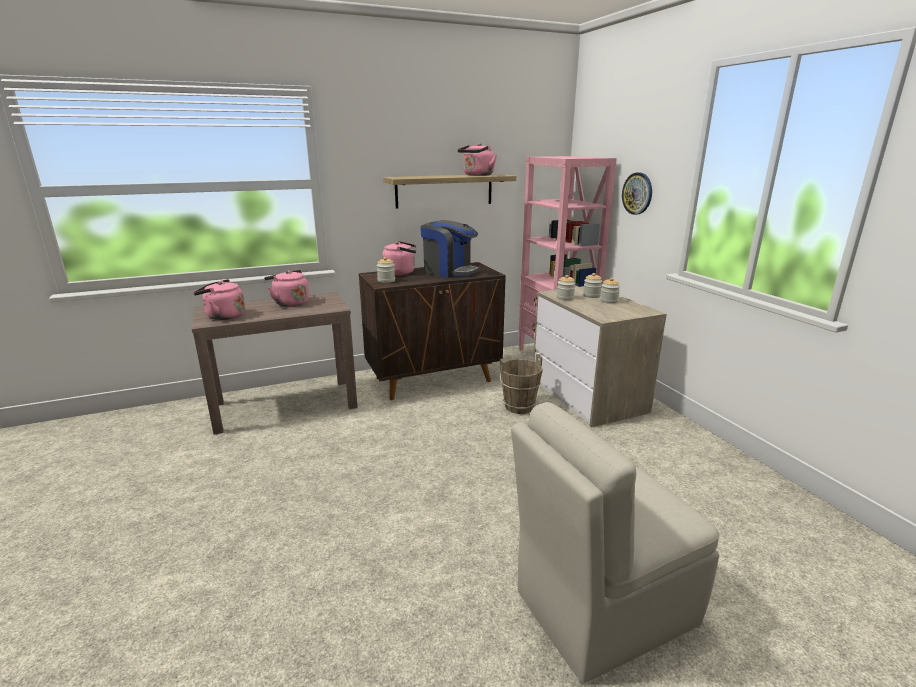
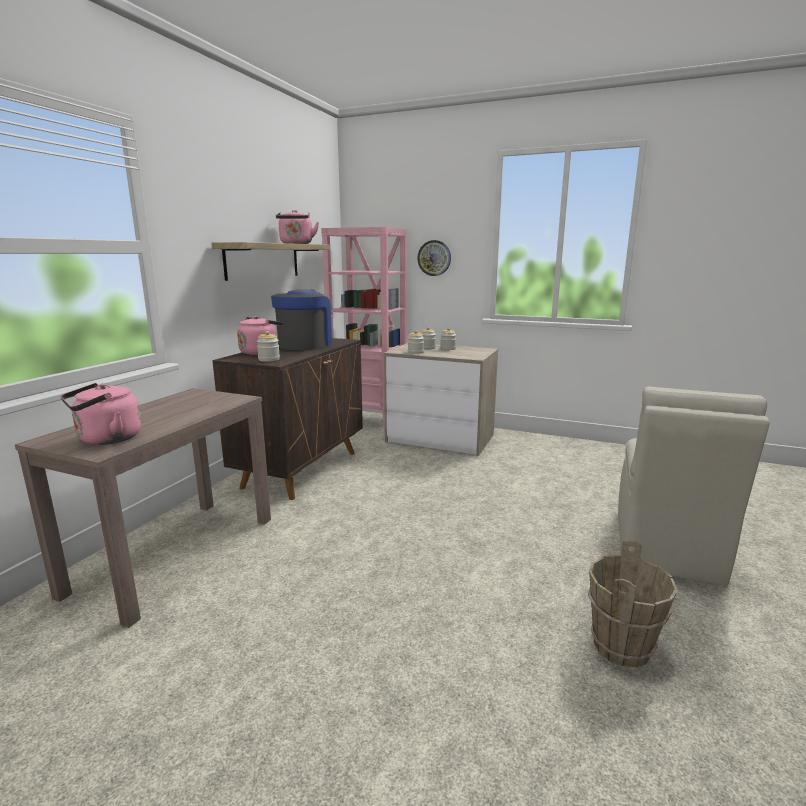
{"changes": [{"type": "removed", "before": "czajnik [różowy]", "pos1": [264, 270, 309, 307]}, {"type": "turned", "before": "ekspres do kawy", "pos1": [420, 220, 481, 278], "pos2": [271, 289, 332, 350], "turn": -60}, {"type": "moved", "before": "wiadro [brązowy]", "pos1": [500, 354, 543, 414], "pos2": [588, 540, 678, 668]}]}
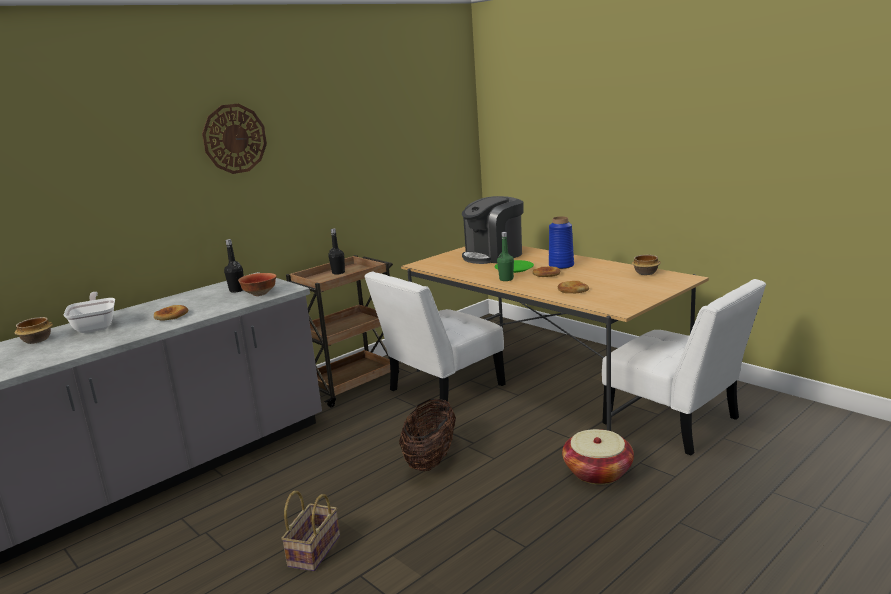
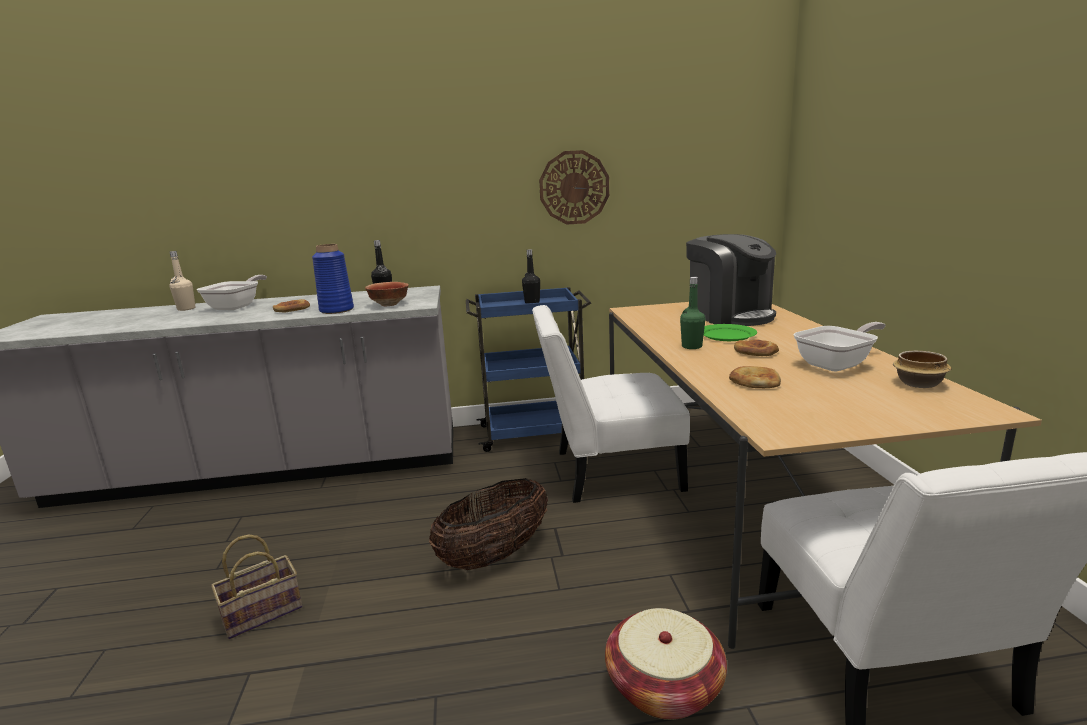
{"changes": [{"type": "replaced", "before": "miska", "after": "butelka [beżowy]", "pos1": [15, 317, 53, 344], "pos2": [169, 251, 196, 311]}, {"type": "moved", "before": "zegar ścienny", "pos1": [202, 104, 267, 174], "pos2": [539, 150, 609, 225]}, {"type": "recoloured", "before": "wózek [brązowy]", "after": "wózek [niebieski]", "pos1": [286, 255, 399, 407], "pos2": [466, 287, 591, 452]}, {"type": "turned", "before": "ekspres do kawy", "pos1": [462, 196, 523, 264], "pos2": [686, 234, 776, 326], "turn": -120}, {"type": "moved", "before": "wazon [niebieski]", "pos1": [549, 216, 574, 269], "pos2": [312, 244, 354, 314]}, {"type": "added", "after": "patelnia", "pos2": [794, 322, 886, 371]}]}
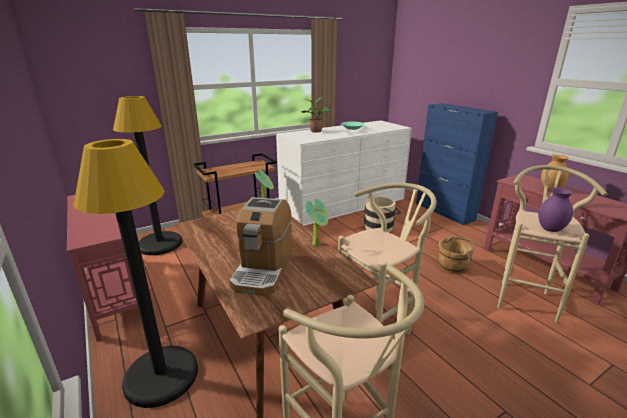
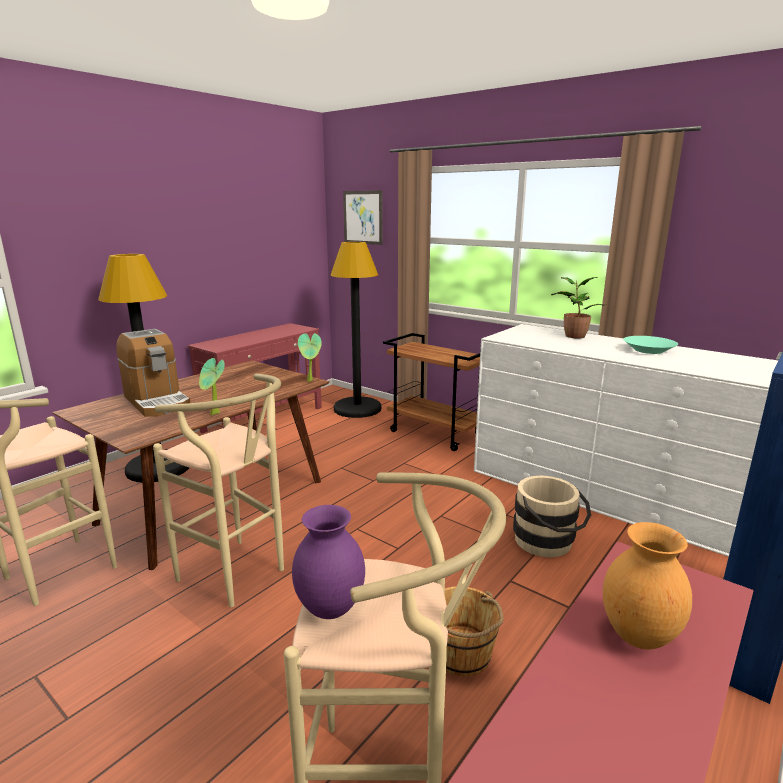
{"changes": [{"type": "turned", "before": "ekspres do kawy", "pos1": [229, 197, 292, 296], "pos2": [116, 329, 191, 417], "turn": -120}, {"type": "added", "after": "obraz", "pos2": [343, 190, 383, 245]}]}
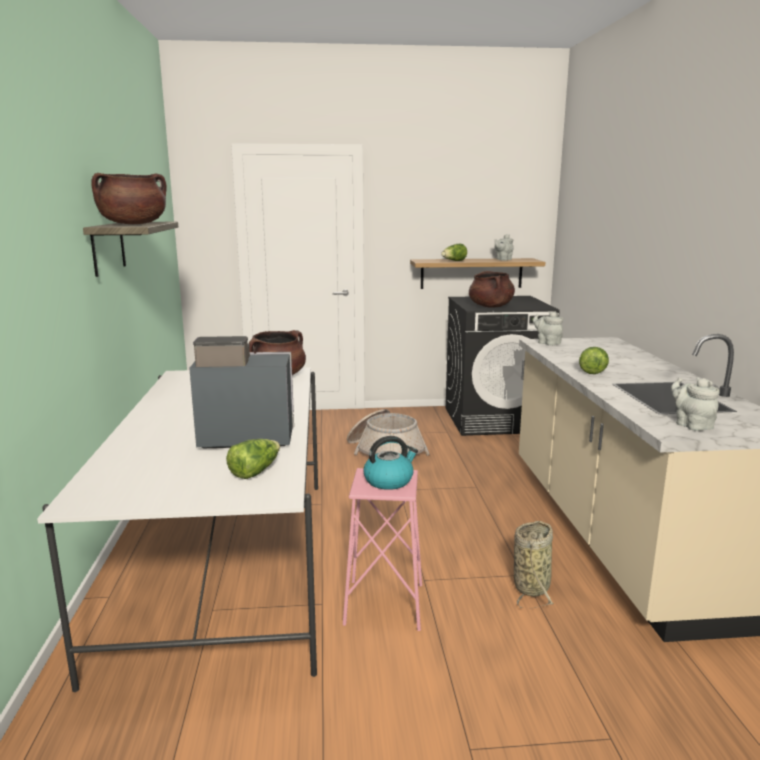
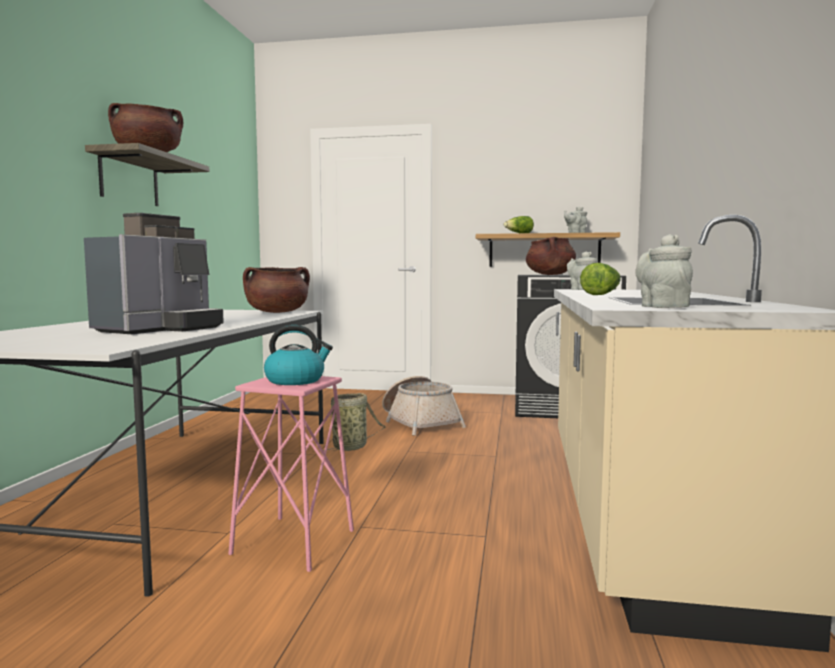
{"changes": [{"type": "turned", "before": "ekspres do kawy", "pos1": [189, 336, 294, 448], "pos2": [84, 213, 224, 334], "turn": 105}, {"type": "removed", "before": "sałata", "pos1": [226, 439, 280, 479]}, {"type": "moved", "before": "koszyk", "pos1": [514, 521, 554, 608], "pos2": [323, 393, 385, 451]}]}
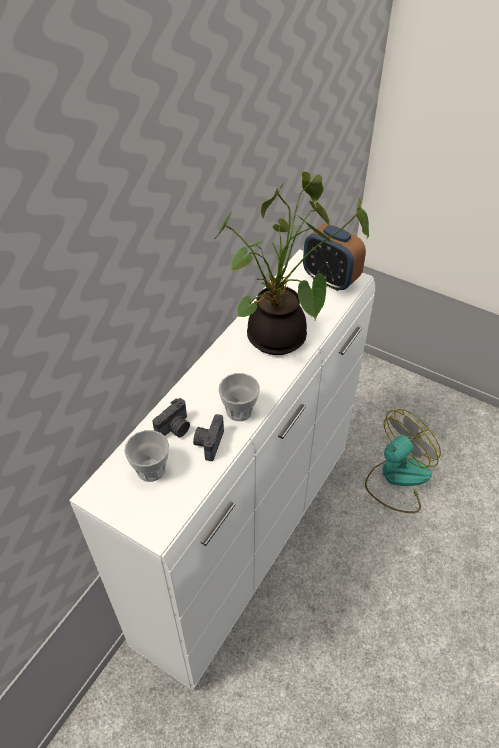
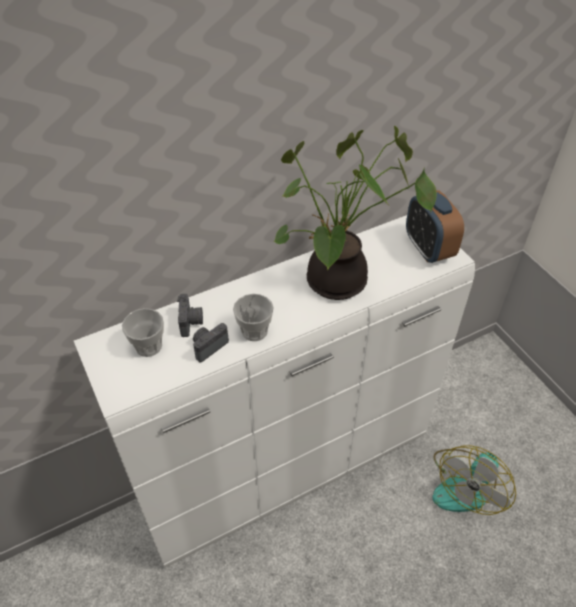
{"changes": [{"type": "turned", "before": "aparat fotograficzny", "pos1": [152, 398, 190, 438], "pos2": [177, 294, 203, 337], "turn": -75}, {"type": "turned", "before": "wentylator", "pos1": [365, 409, 441, 513], "pos2": [432, 445, 516, 515], "turn": 135}]}
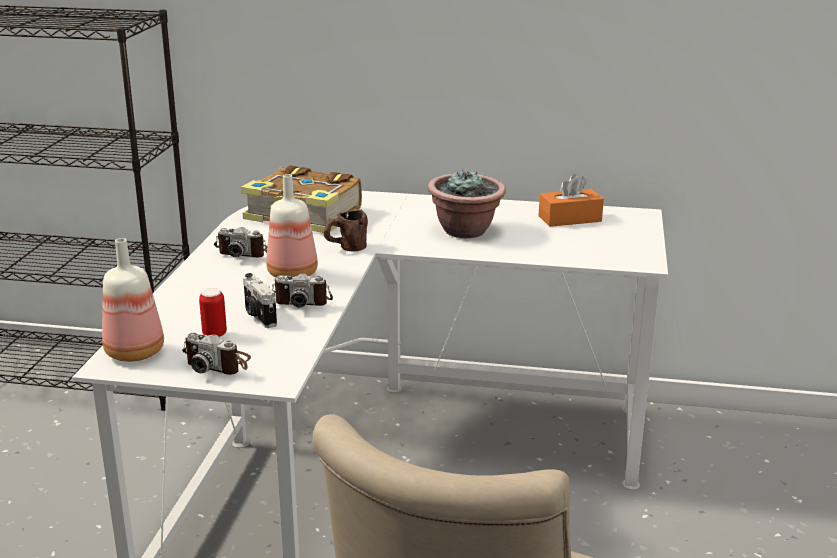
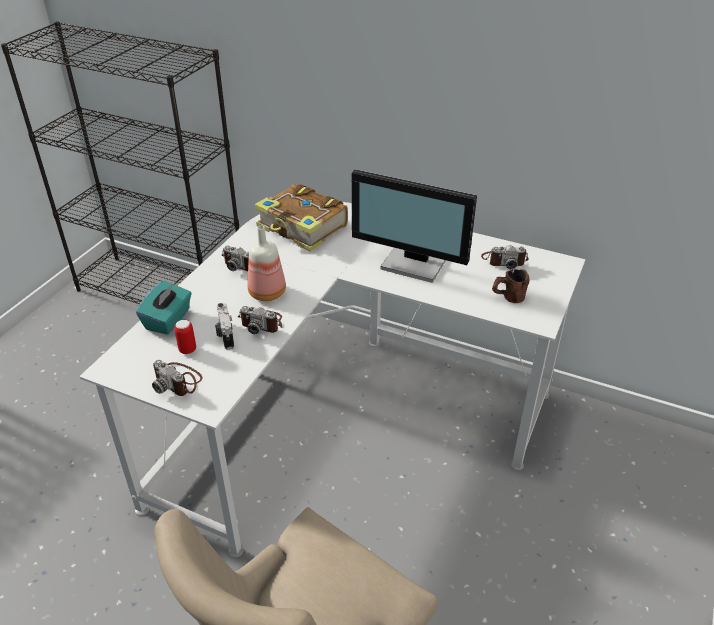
{"changes": [{"type": "removed", "before": "butelka", "pos1": [102, 238, 164, 362]}, {"type": "moved", "before": "kubek [brązowy]", "pos1": [324, 209, 368, 252], "pos2": [492, 269, 530, 303]}, {"type": "replaced", "before": "roślina doniczkowa", "after": "monitor", "pos1": [428, 169, 506, 238], "pos2": [352, 169, 477, 283]}, {"type": "replaced", "before": "pudełko chusteczek [pomarańczowy]", "after": "aparat fotograficzny", "pos1": [539, 174, 604, 227], "pos2": [481, 245, 529, 269]}, {"type": "added", "after": "pudełko chusteczek [turkusowy]", "pos2": [136, 281, 192, 335]}]}
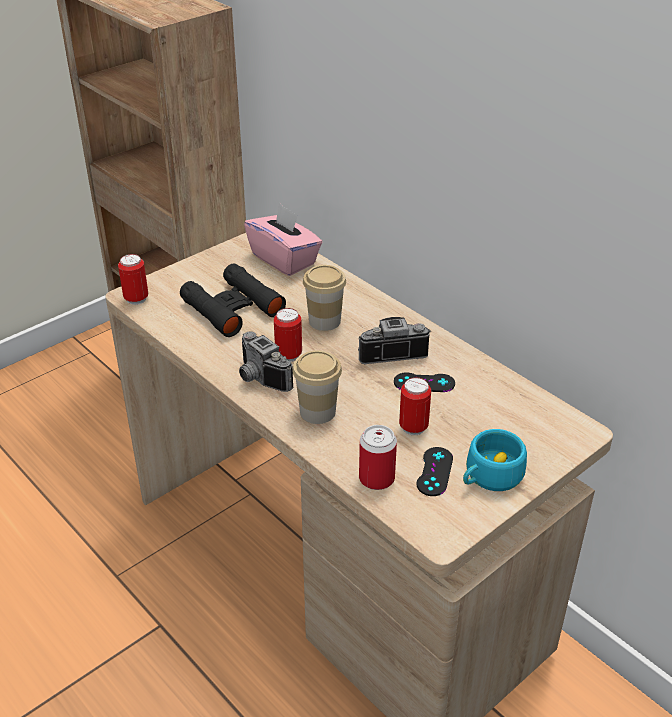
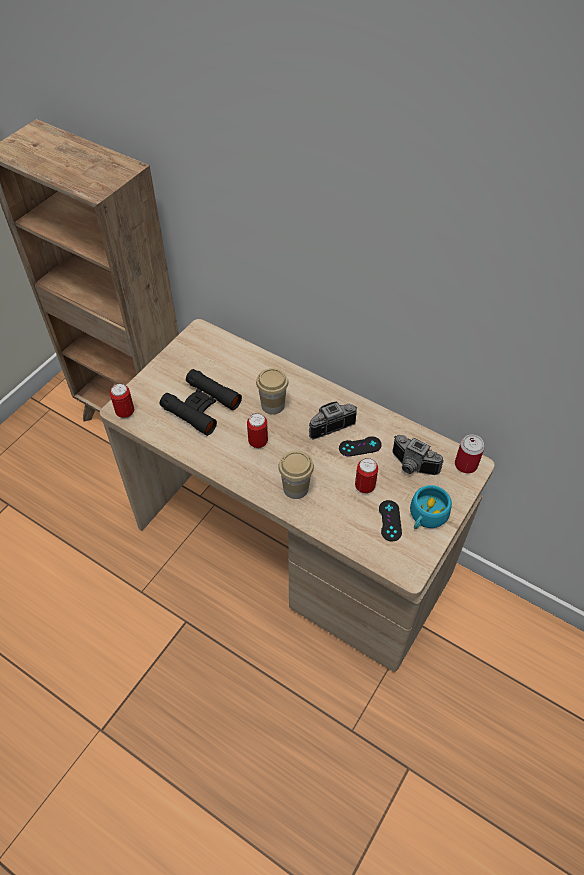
{"changes": [{"type": "moved", "before": "aparat fotograficzny", "pos1": [239, 332, 294, 392], "pos2": [392, 435, 444, 475]}, {"type": "removed", "before": "pudełko chusteczek [różowy]", "pos1": [244, 203, 322, 276]}, {"type": "moved", "before": "puszka", "pos1": [359, 425, 397, 490], "pos2": [455, 434, 485, 474]}]}
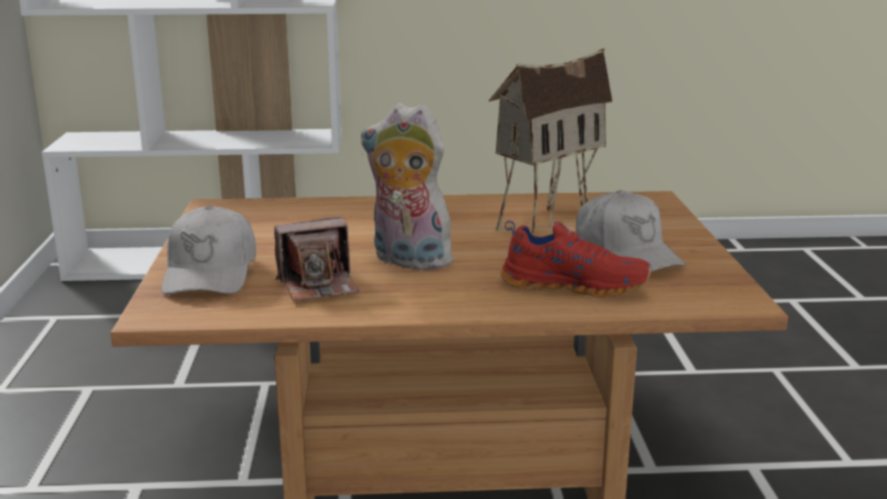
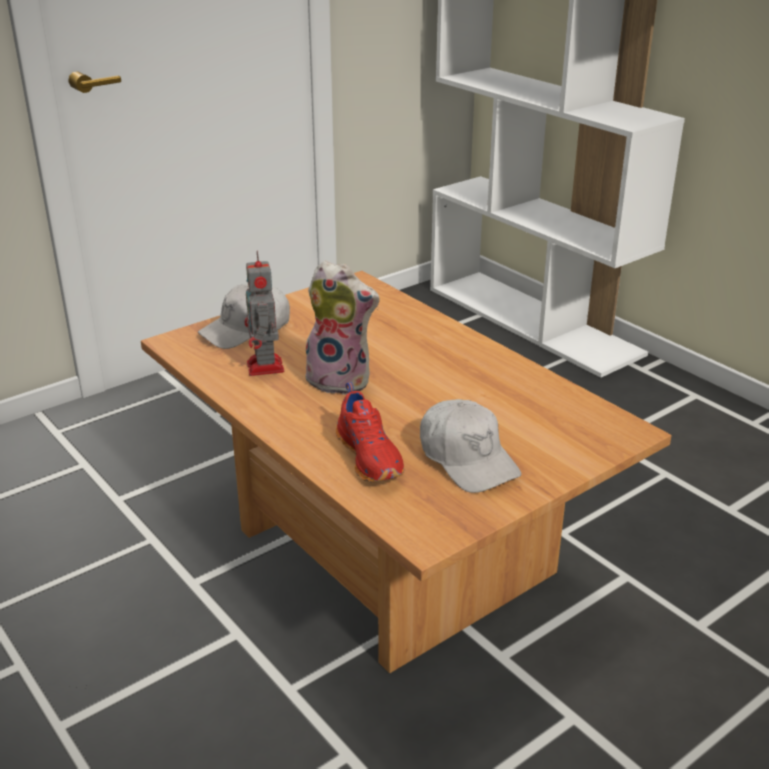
{"changes": [{"type": "replaced", "before": "aparat fotograficzny", "after": "robot zabawkowy", "pos1": [274, 217, 360, 301], "pos2": [244, 250, 284, 376]}, {"type": "turned", "before": "pluszak", "pos1": [361, 103, 456, 270], "pos2": [305, 260, 379, 395], "turn": 120}, {"type": "removed", "before": "domek", "pos1": [489, 48, 612, 235]}, {"type": "turned", "before": "czapka z daszkiem [biały]", "pos1": [576, 190, 686, 272], "pos2": [420, 399, 521, 493], "turn": -60}]}
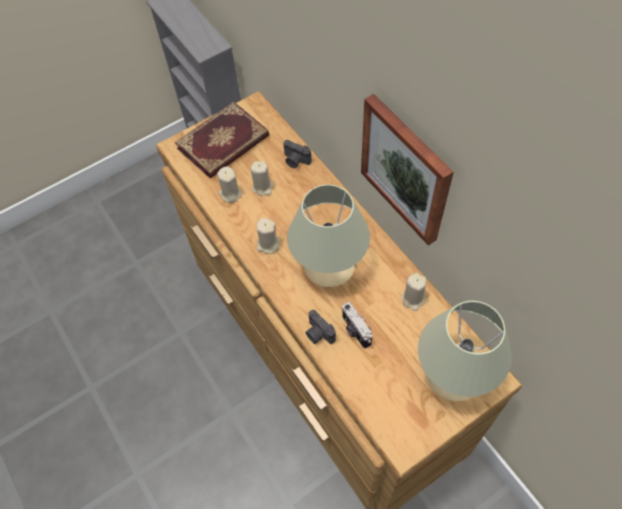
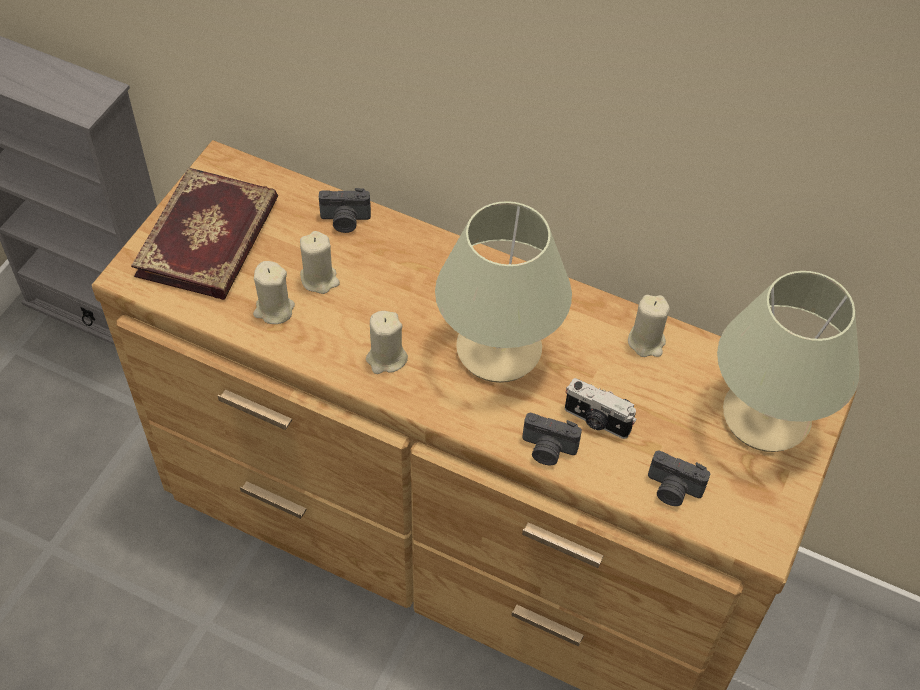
{"changes": [{"type": "removed", "before": "obraz", "pos1": [361, 94, 454, 246]}, {"type": "added", "after": "aparat fotograficzny", "pos2": [648, 451, 710, 506]}]}
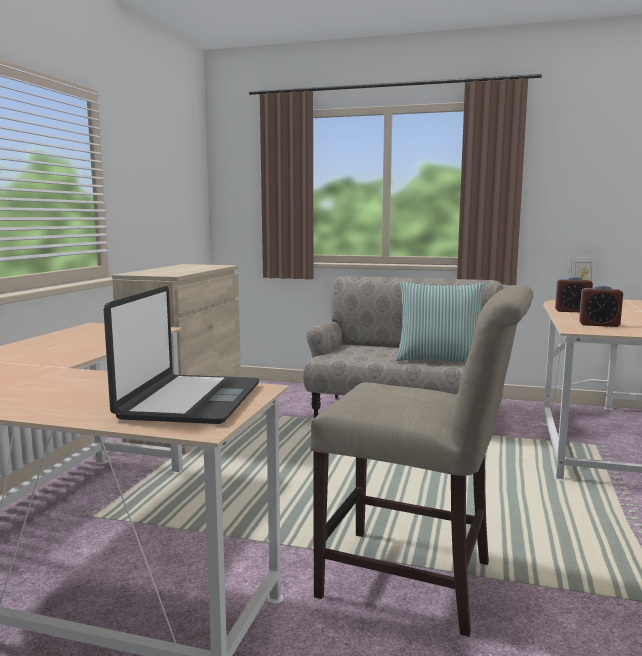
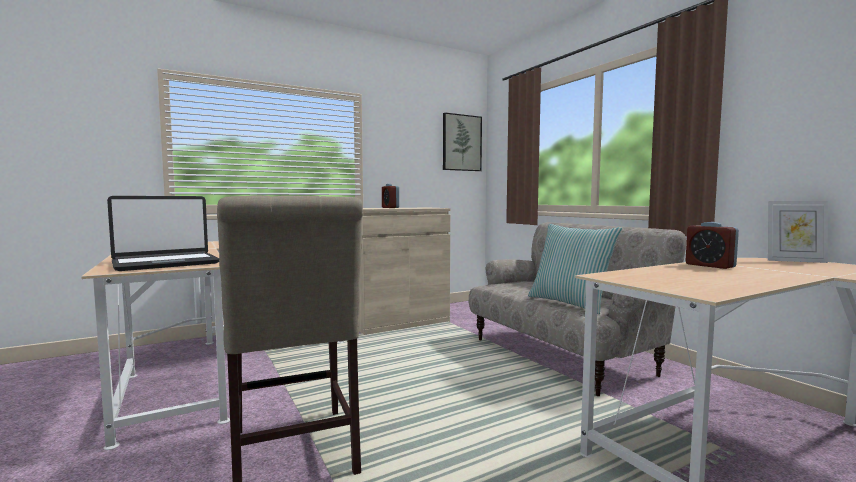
{"changes": [{"type": "moved", "before": "budzik", "pos1": [579, 285, 623, 327], "pos2": [382, 184, 399, 208]}, {"type": "added", "after": "obraz", "pos2": [443, 112, 482, 171]}]}
